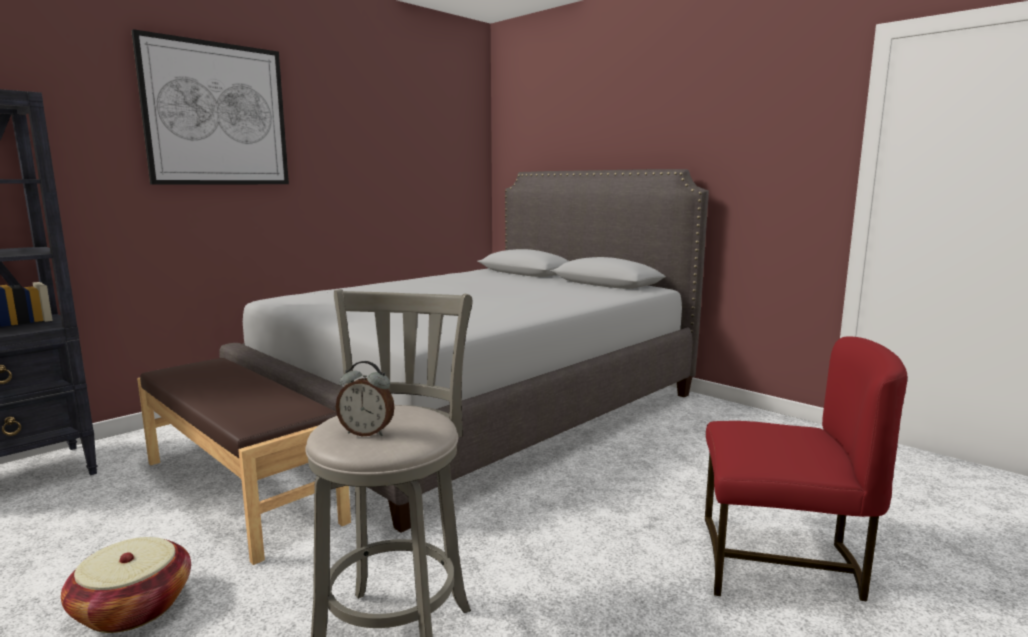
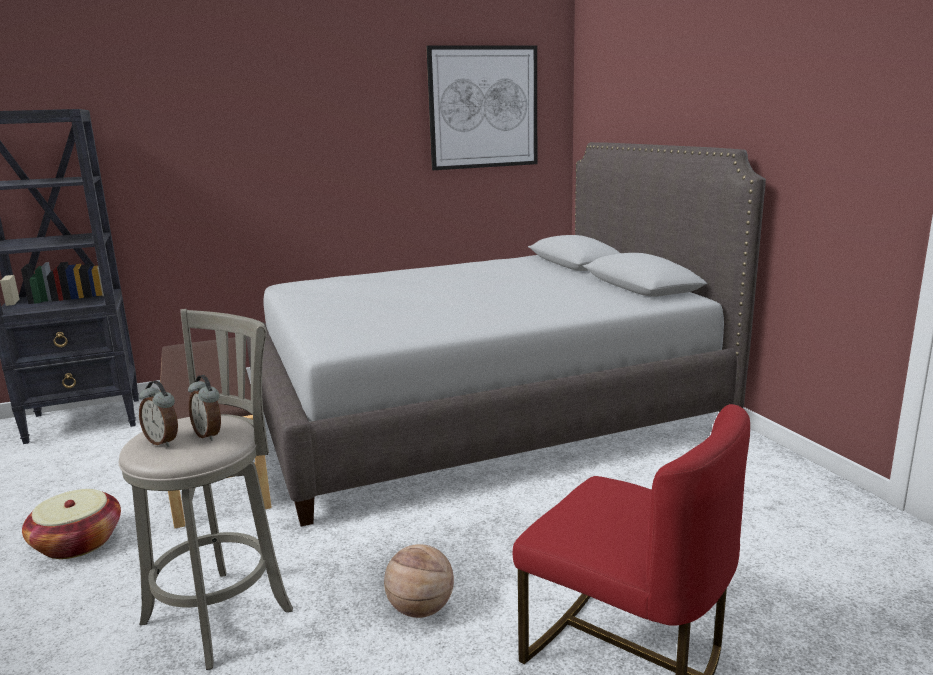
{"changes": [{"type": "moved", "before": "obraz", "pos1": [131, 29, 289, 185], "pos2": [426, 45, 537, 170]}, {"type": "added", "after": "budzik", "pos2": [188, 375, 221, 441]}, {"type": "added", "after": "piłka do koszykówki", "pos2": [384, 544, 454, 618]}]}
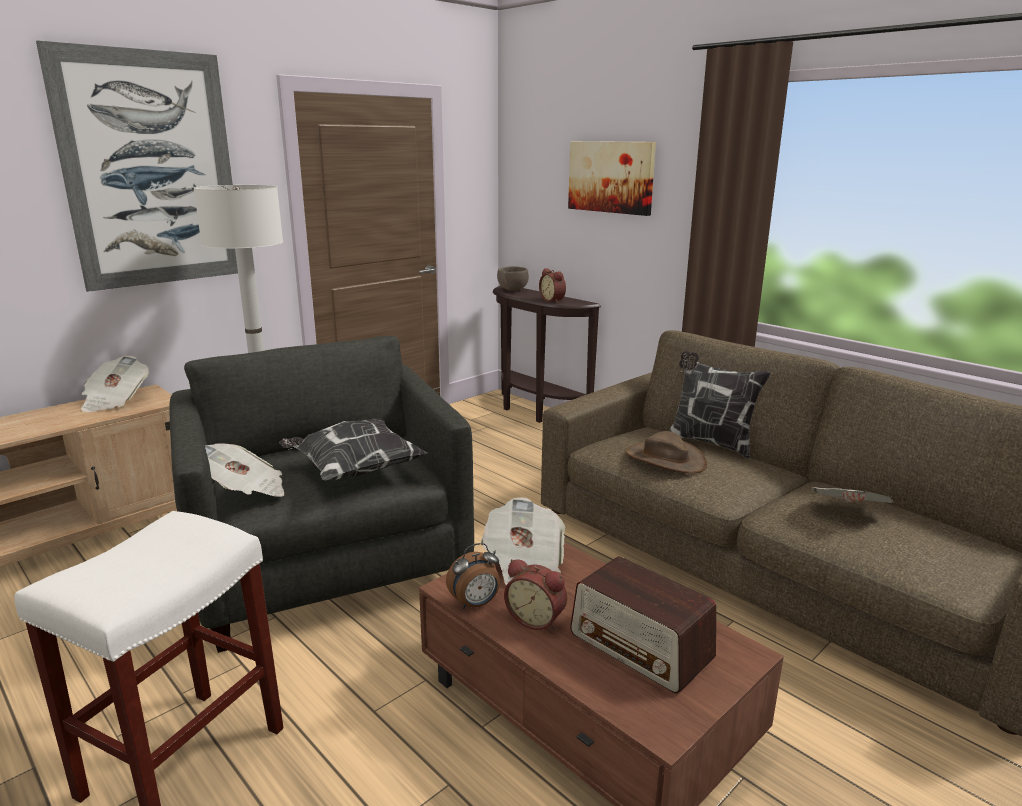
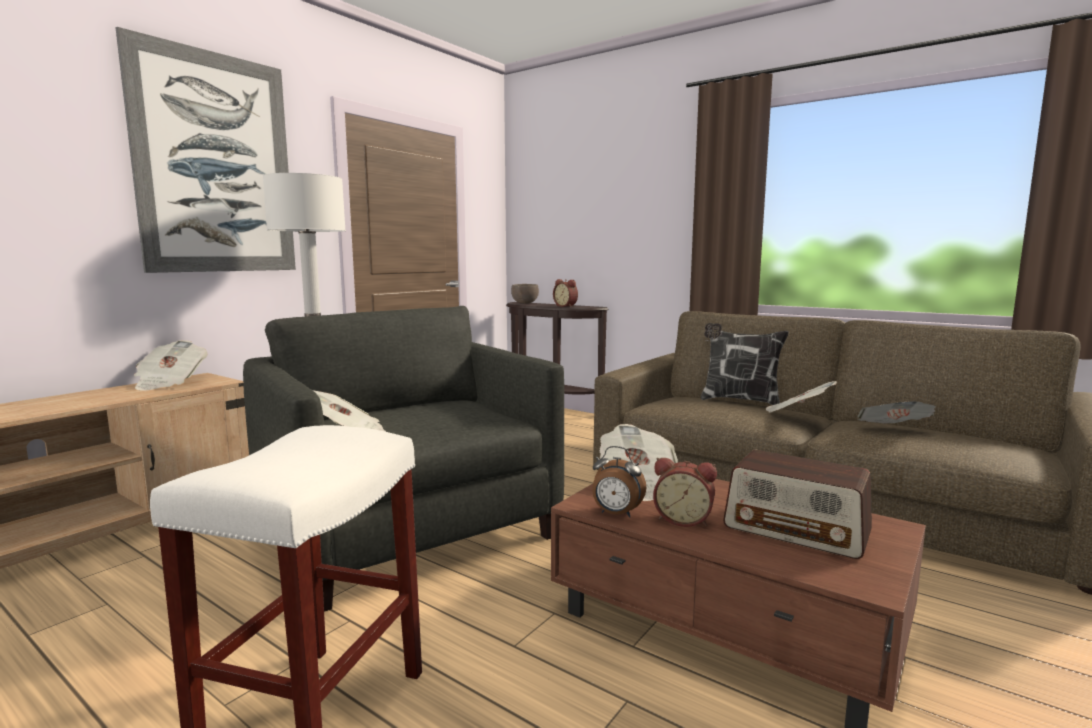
{"changes": [{"type": "removed", "before": "poduszka", "pos1": [279, 418, 428, 481]}, {"type": "turned", "before": "budzik", "pos1": [446, 543, 500, 609], "pos2": [592, 446, 646, 517], "turn": 60}, {"type": "removed", "before": "obraz", "pos1": [568, 141, 656, 216]}, {"type": "removed", "before": "kapelusz [brązowy]", "pos1": [626, 431, 707, 473]}, {"type": "added", "after": "gazeta", "pos2": [766, 381, 837, 413]}]}
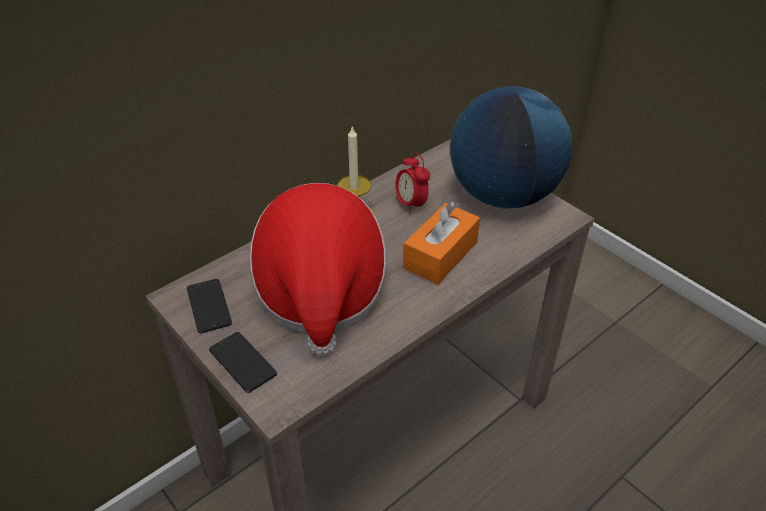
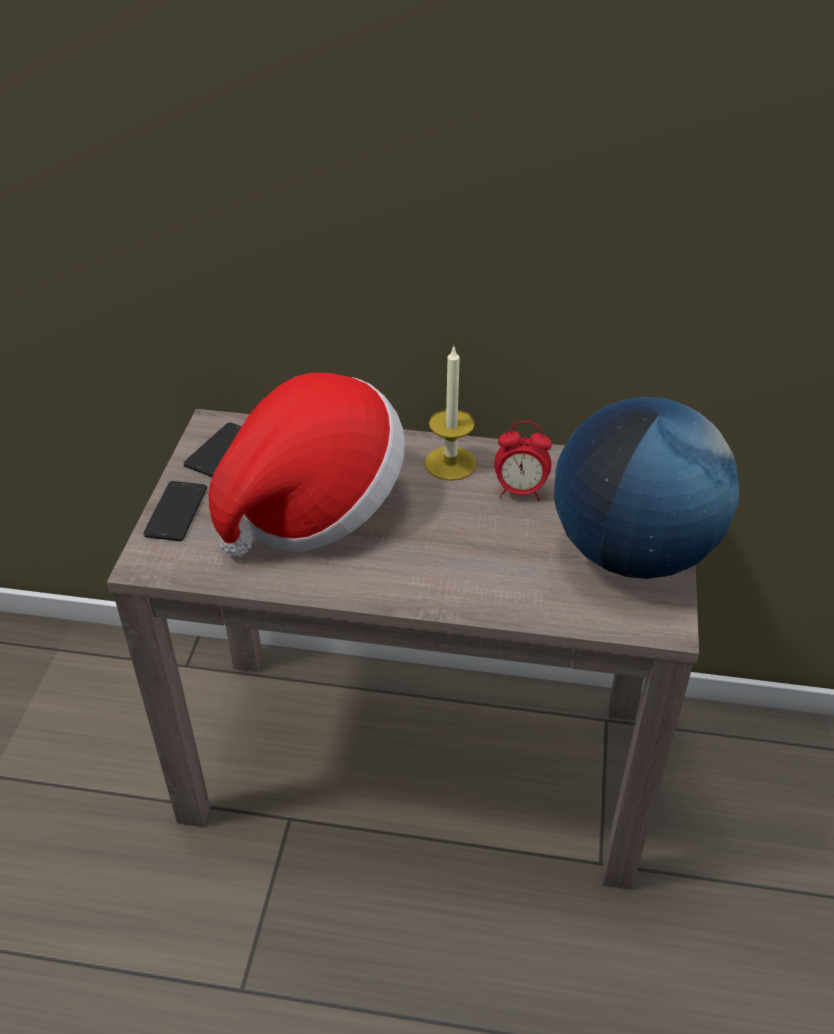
{"changes": [{"type": "turned", "before": "budzik", "pos1": [395, 153, 430, 215], "pos2": [494, 421, 552, 501], "turn": -105}, {"type": "removed", "before": "pudełko chusteczek [pomarańczowy]", "pos1": [403, 201, 480, 285]}]}
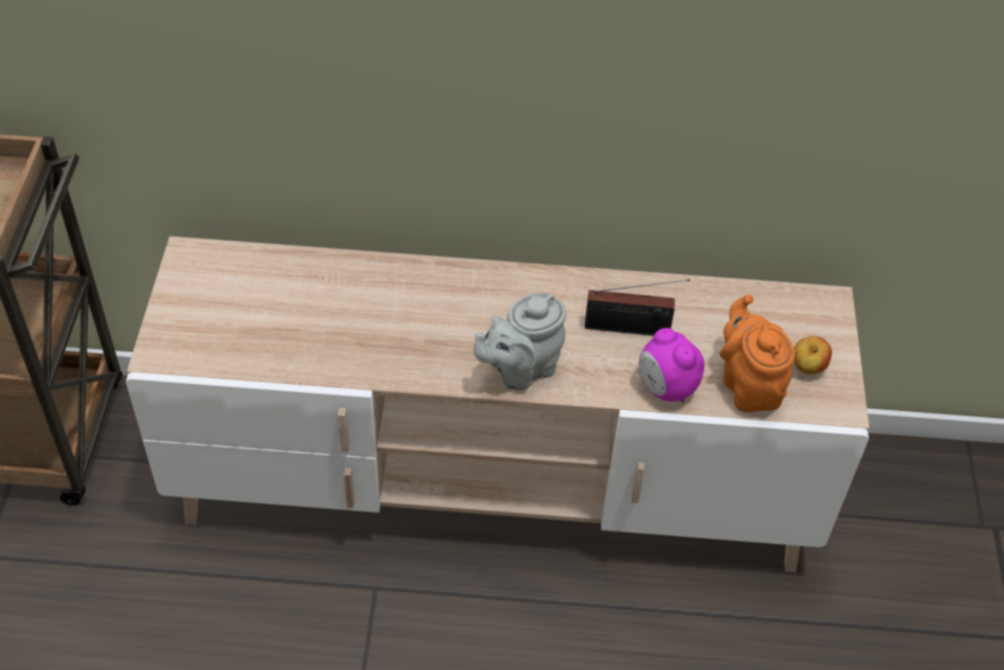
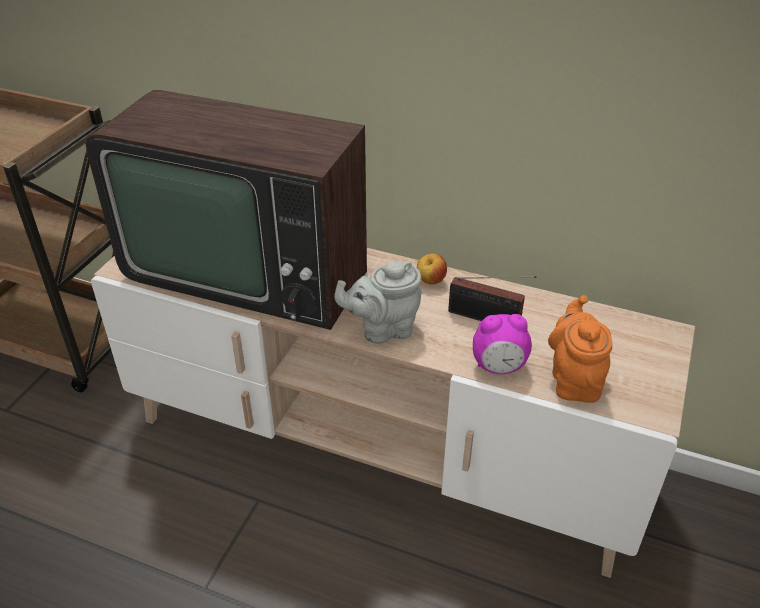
{"changes": [{"type": "turned", "before": "budzik", "pos1": [638, 328, 704, 403], "pos2": [473, 314, 532, 374], "turn": -75}, {"type": "moved", "before": "jabłko", "pos1": [794, 336, 832, 374], "pos2": [417, 254, 447, 285]}, {"type": "added", "after": "telewizor", "pos2": [86, 90, 367, 330]}]}
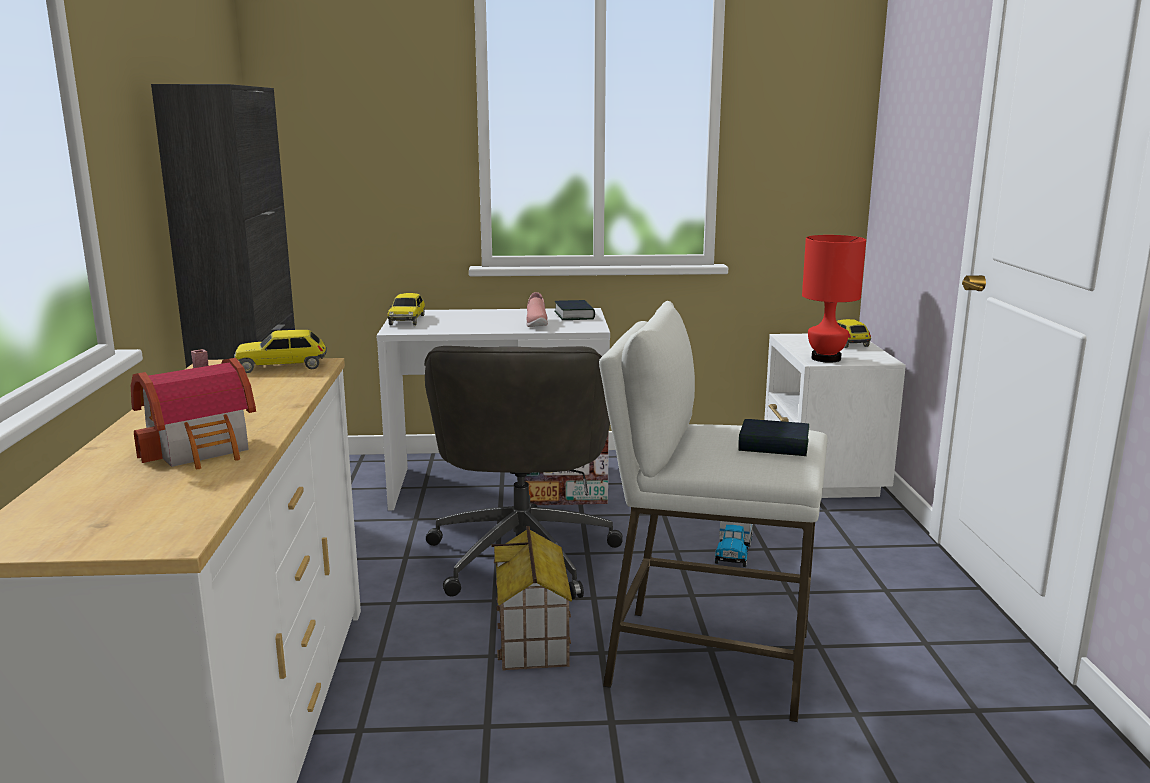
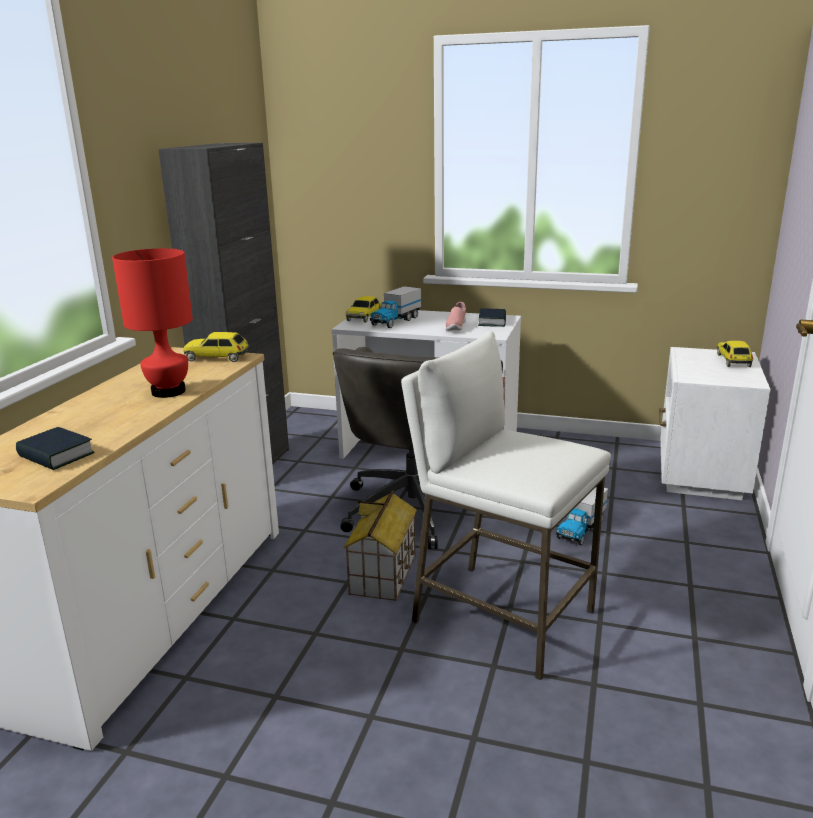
{"changes": [{"type": "removed", "before": "domek", "pos1": [131, 349, 256, 469]}, {"type": "moved", "before": "książka", "pos1": [738, 419, 809, 456], "pos2": [16, 427, 95, 470]}, {"type": "moved", "before": "lampa stołowa [czerwony]", "pos1": [802, 235, 866, 363], "pos2": [112, 248, 193, 398]}, {"type": "added", "after": "ciężarówka zabawkowa", "pos2": [370, 286, 421, 328]}]}
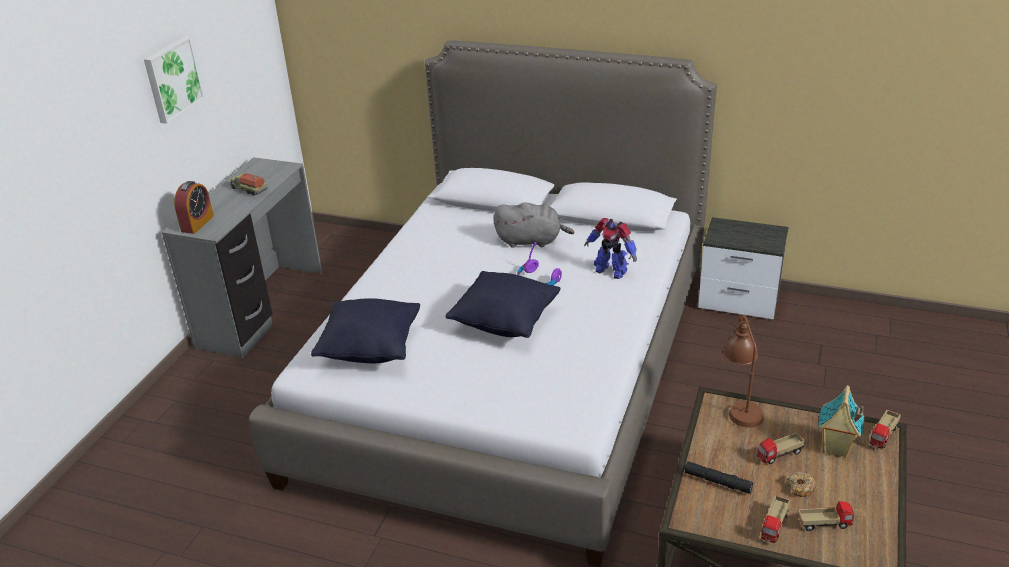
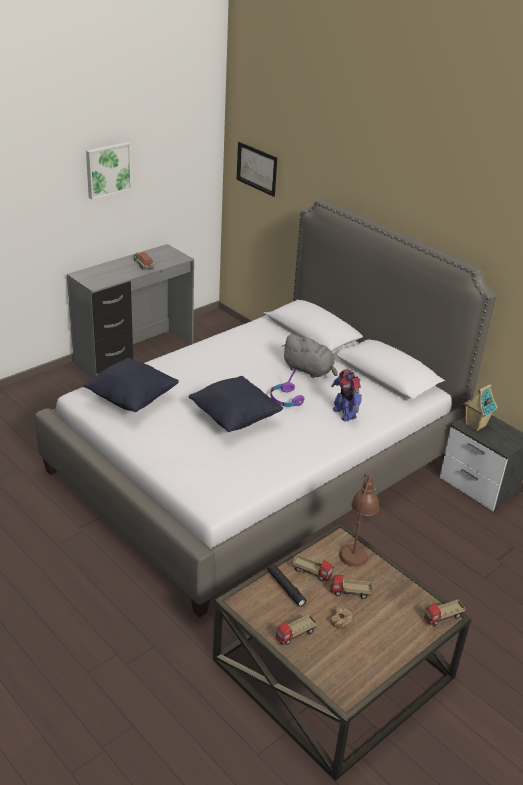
{"changes": [{"type": "removed", "before": "budzik", "pos1": [174, 181, 214, 234]}, {"type": "moved", "before": "ciężarówka zabawkowa", "pos1": [797, 501, 854, 531], "pos2": [292, 554, 334, 581]}, {"type": "moved", "before": "domek", "pos1": [818, 385, 864, 458], "pos2": [463, 384, 498, 431]}, {"type": "added", "after": "obraz", "pos2": [237, 142, 277, 197]}]}
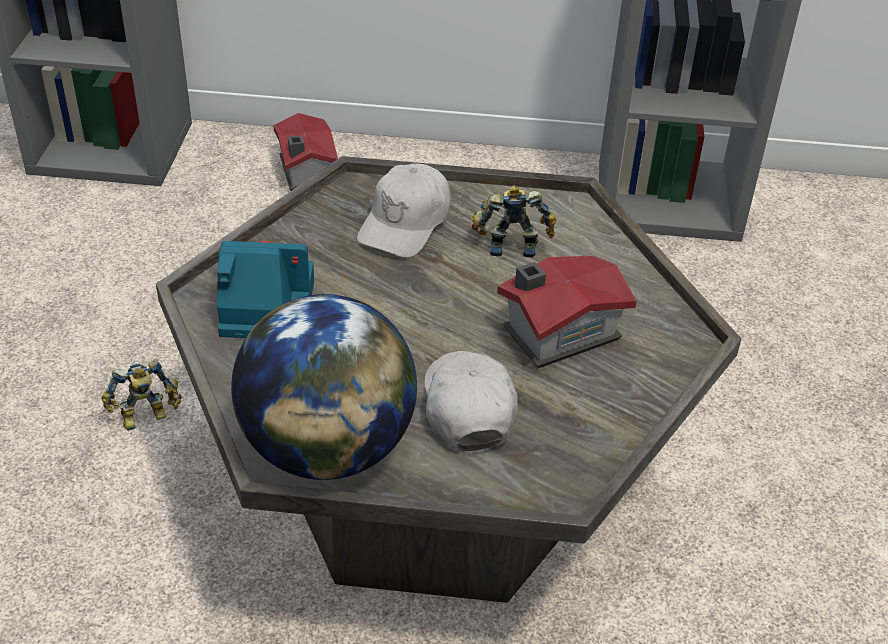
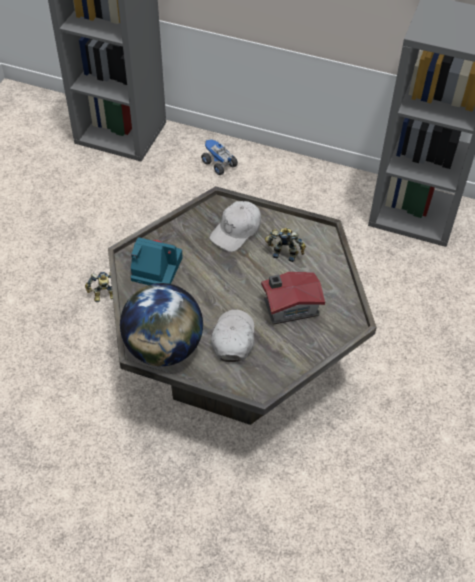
{"changes": [{"type": "replaced", "before": "domek", "after": "ciężarówka zabawkowa", "pos1": [273, 113, 338, 191], "pos2": [201, 139, 238, 175]}]}
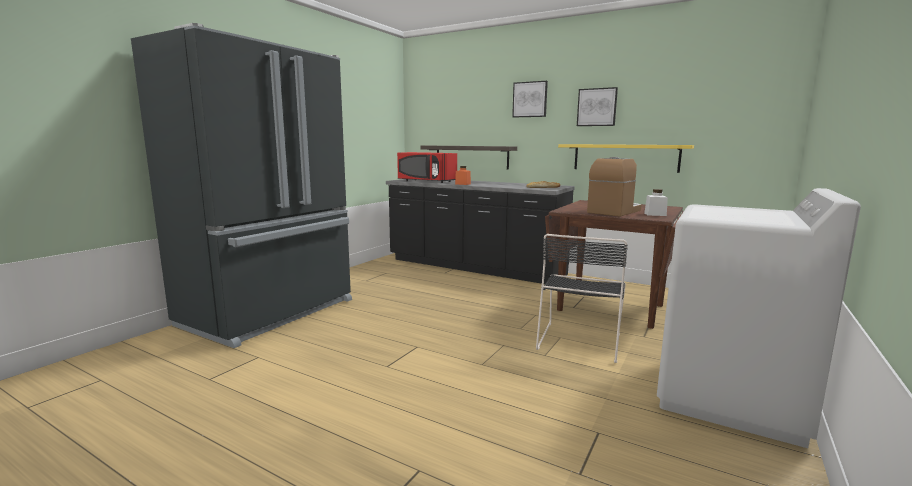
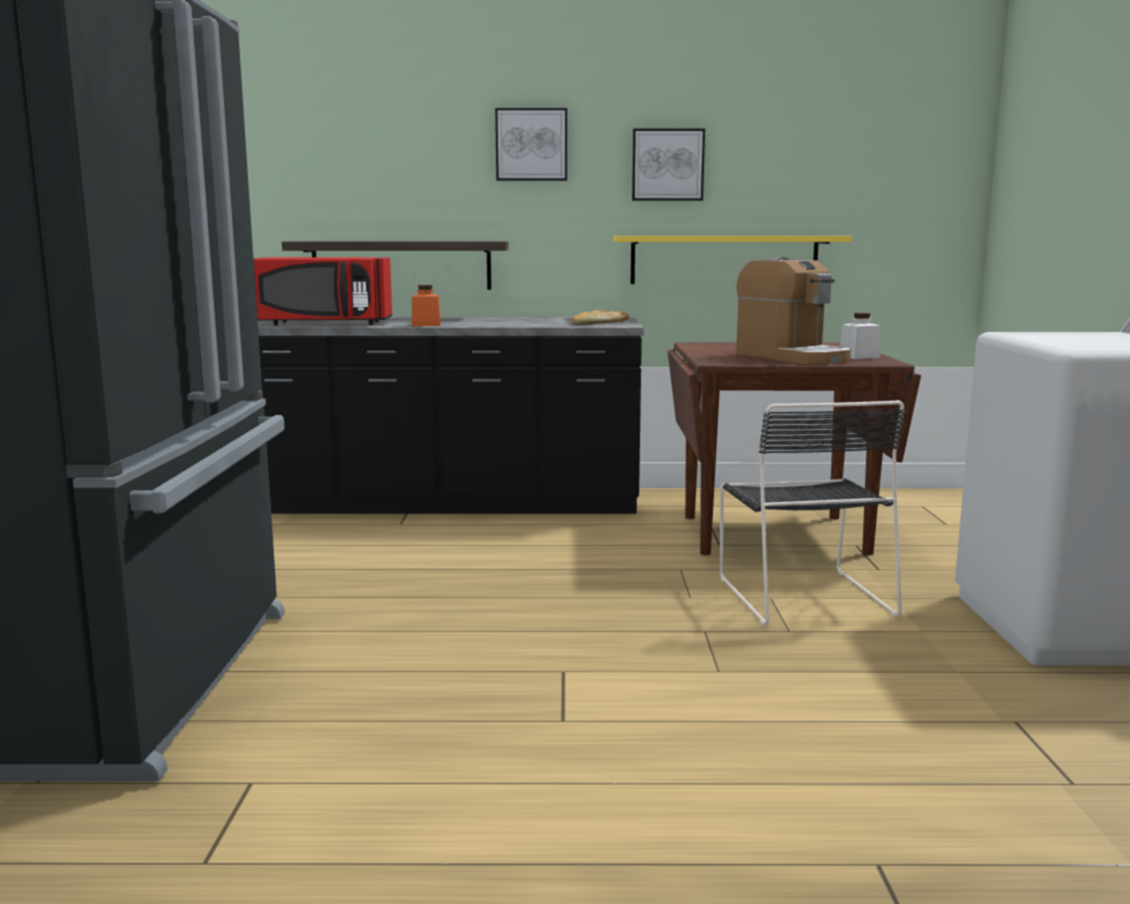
{"changes": [{"type": "turned", "before": "ekspres do kawy", "pos1": [587, 157, 641, 217], "pos2": [736, 257, 851, 365], "turn": 135}]}
